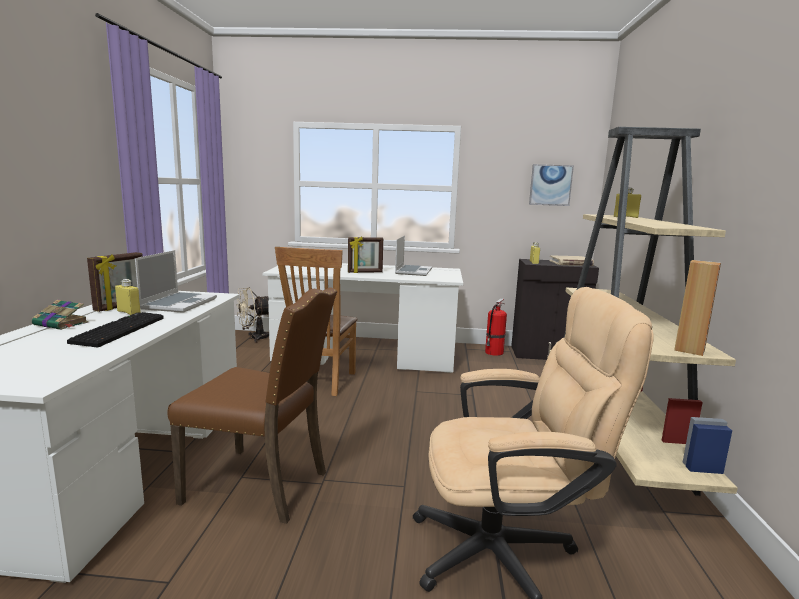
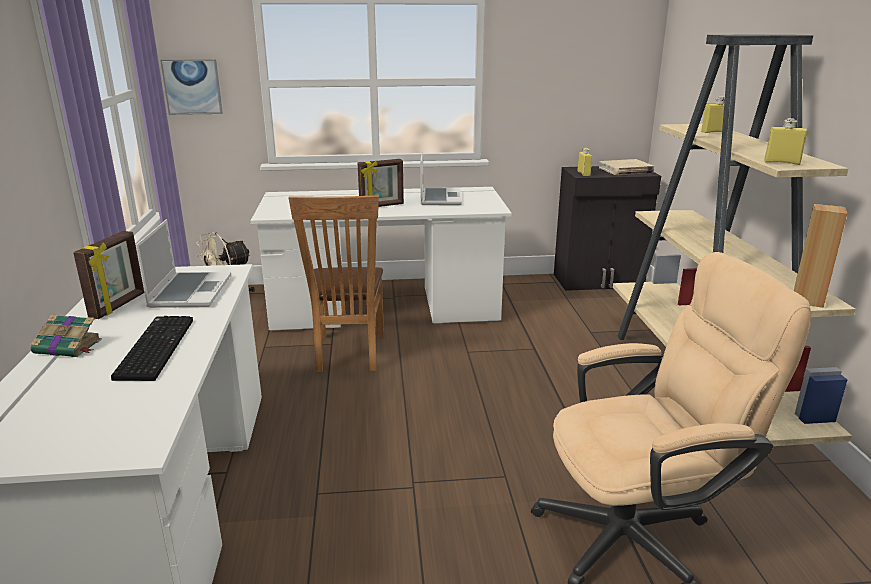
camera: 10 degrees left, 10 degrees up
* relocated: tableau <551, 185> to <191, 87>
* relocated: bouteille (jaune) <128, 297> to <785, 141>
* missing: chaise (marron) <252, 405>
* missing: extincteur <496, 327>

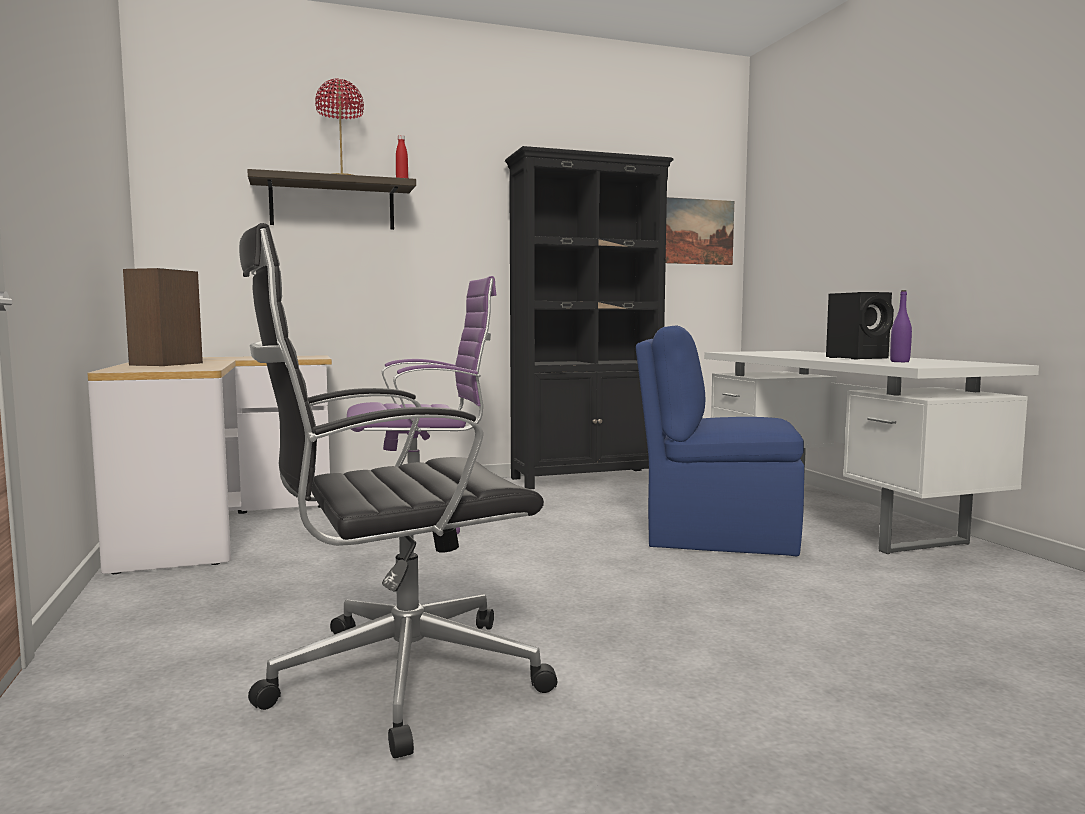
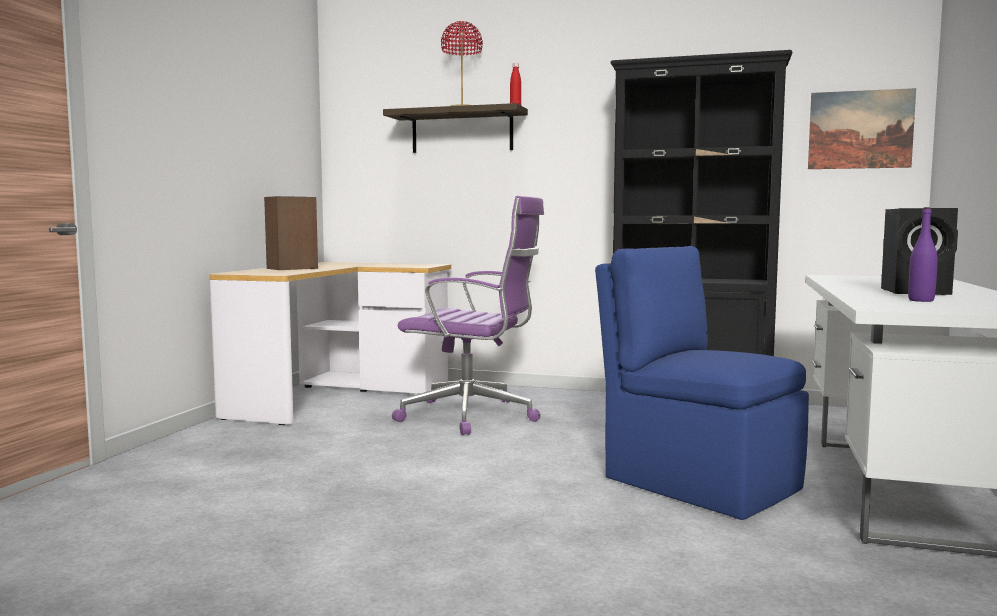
camera: 35 degrees right, 0 degrees up
* missing: chaise de bureau (noir) <398, 490>

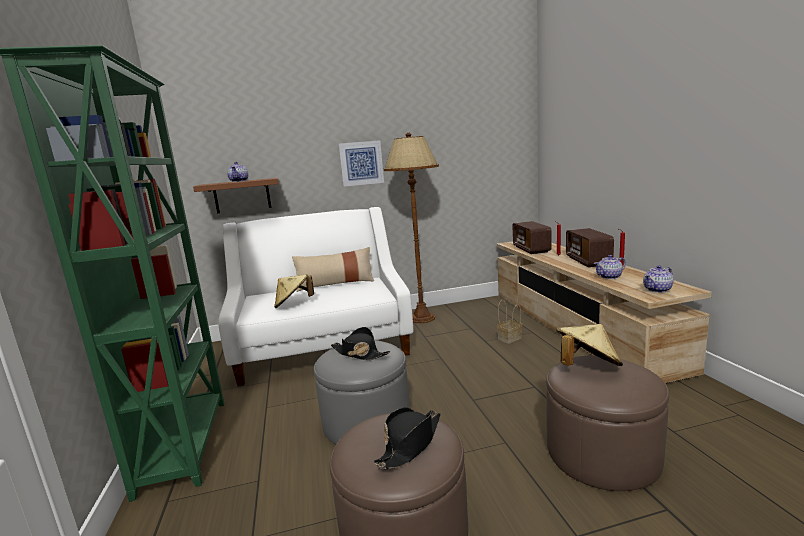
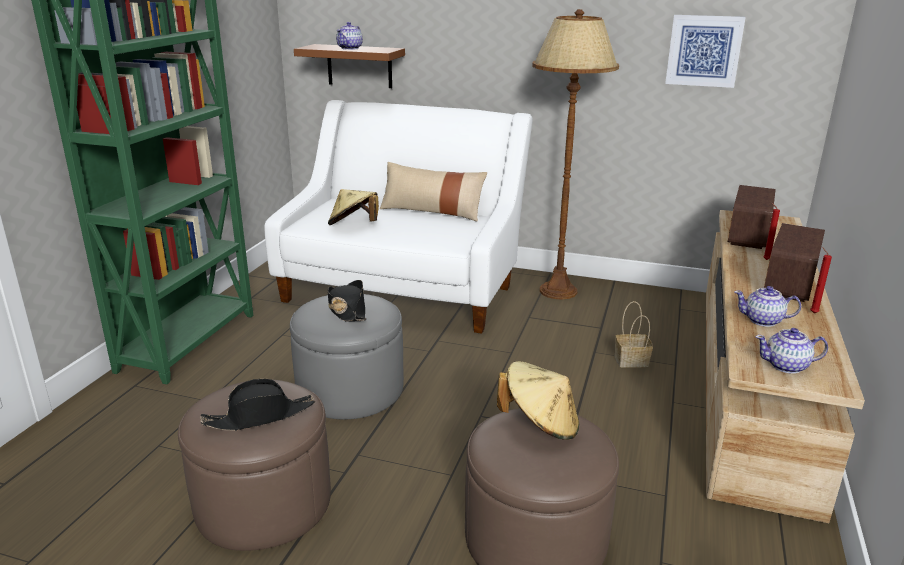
camera: 30 degrees right, 10 degrees up
* relocated: tableau <361, 163> to <705, 51>

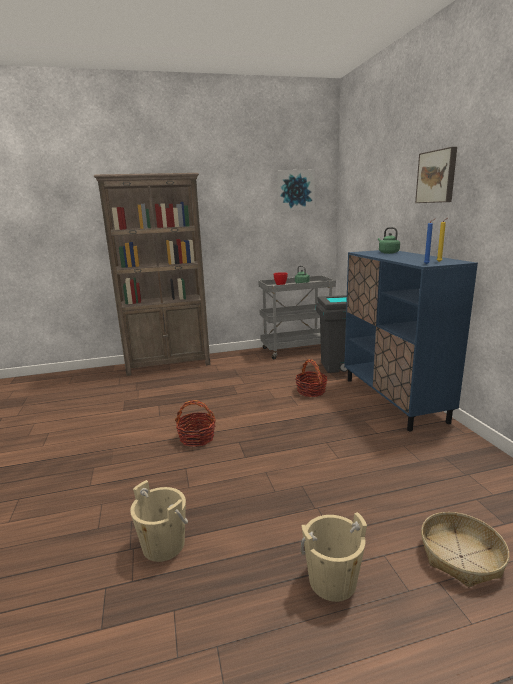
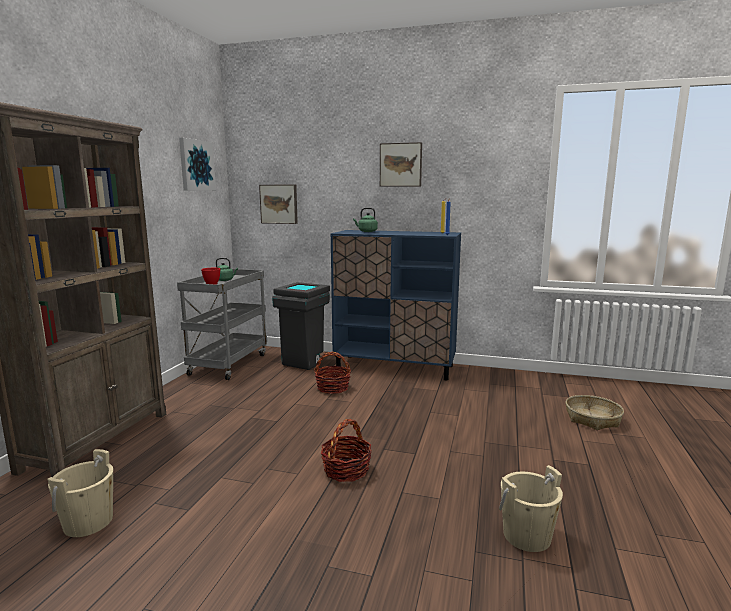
camera: 60 degrees left, 5 degrees down
* relocated: seau (beige) <334, 557> to <80, 493>
* appeared: tableau <278, 204>

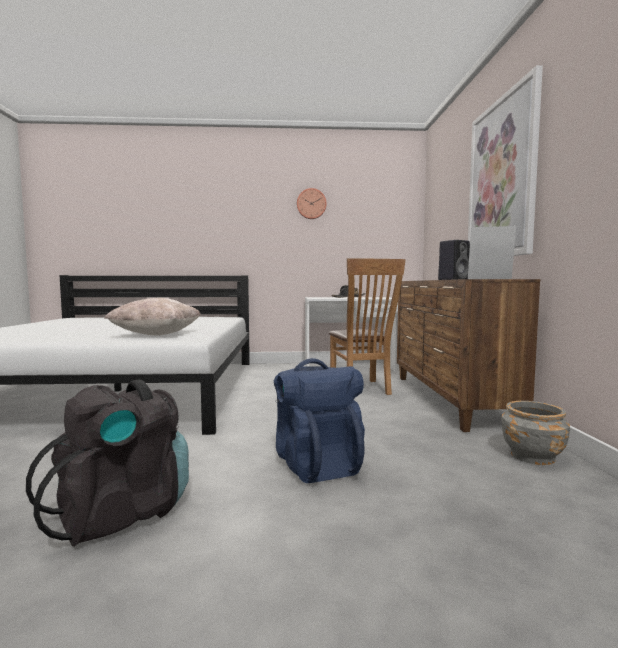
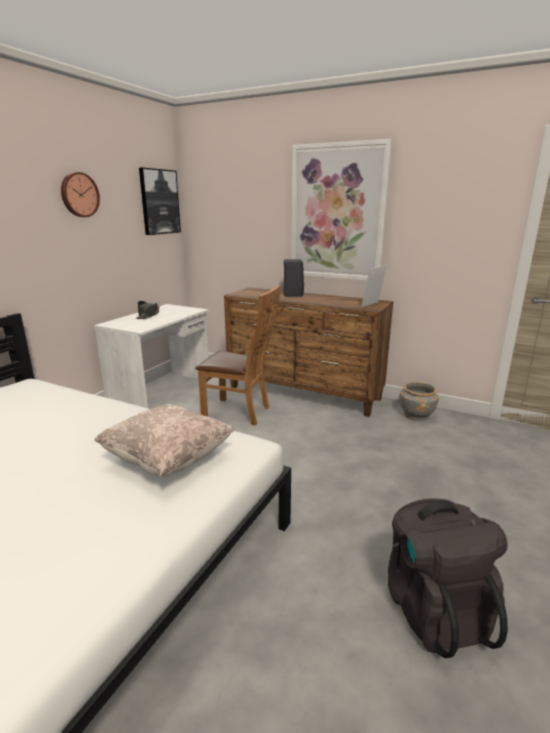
camera: 60 degrees left, 15 degrees up
* missing: sac à dos (bleu) <319, 420>
* appeared: tableau <160, 201>

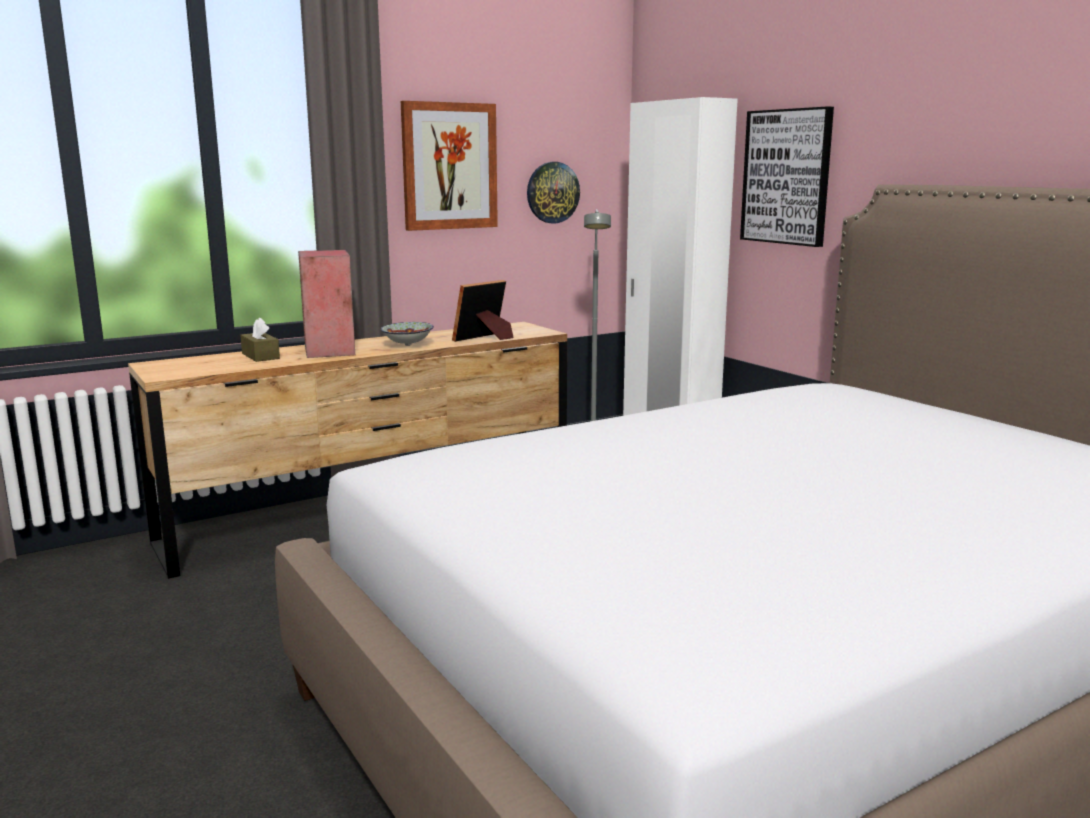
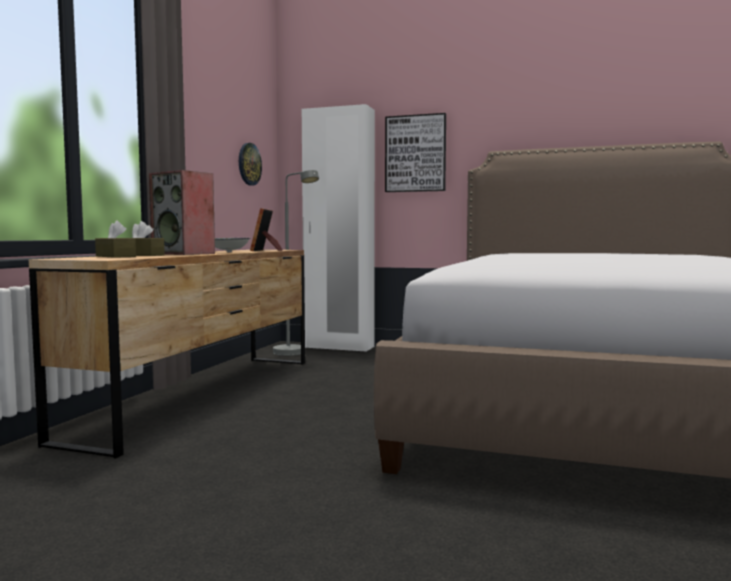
camera: 40 degrees left, 10 degrees down
* missing: tableau <449, 166>
* appeared: boîte à mouchoirs (marron) <115, 239>

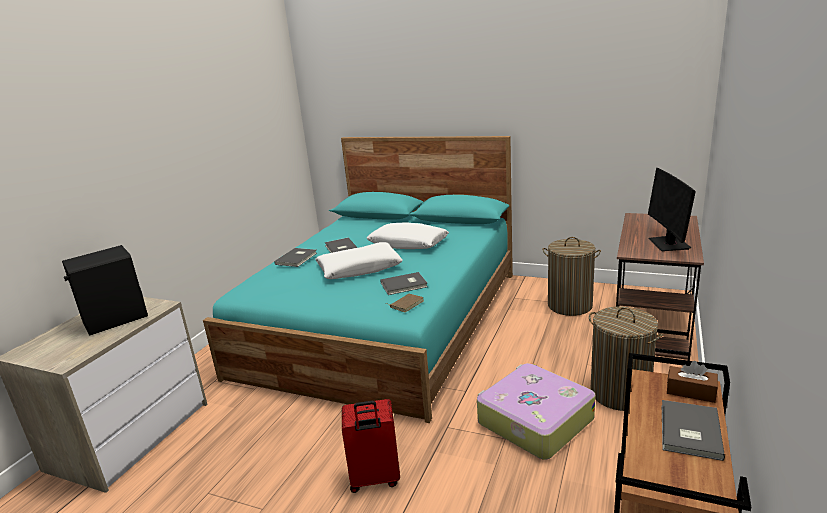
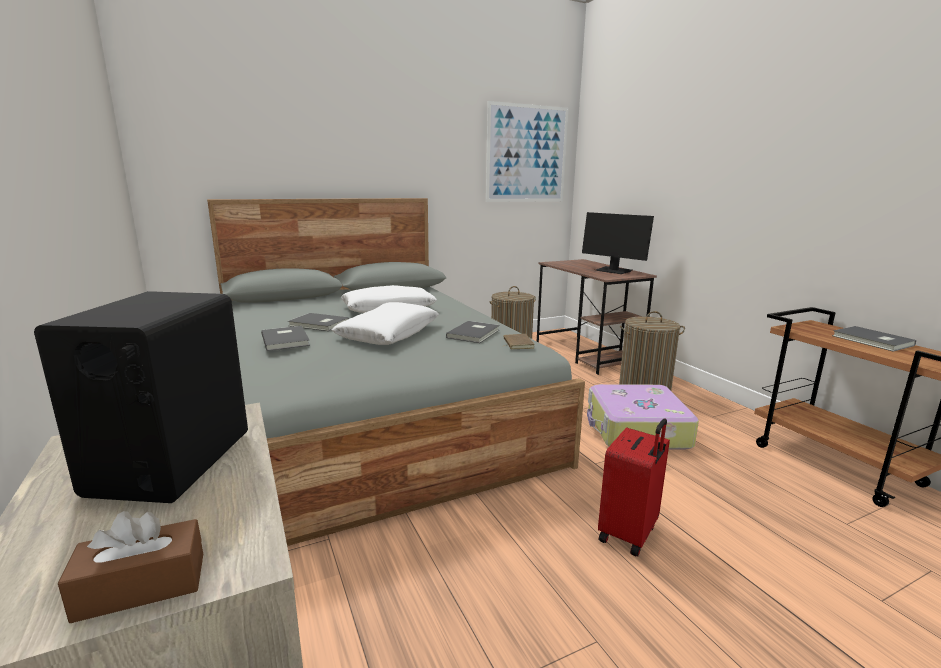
camera: 50 degrees left, 5 degrees down
* colour: lit (turquoise) <358, 279> to lit (gris) <396, 372>
* relocated: boîte à mouchoirs (marron) <692, 382> to <130, 567>
* appeared: tableau <527, 151>

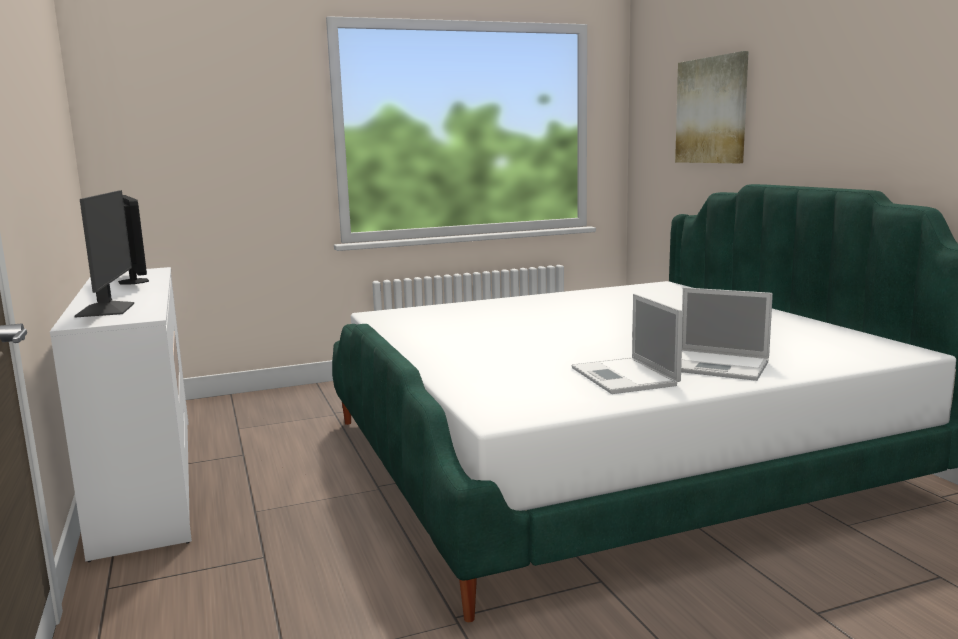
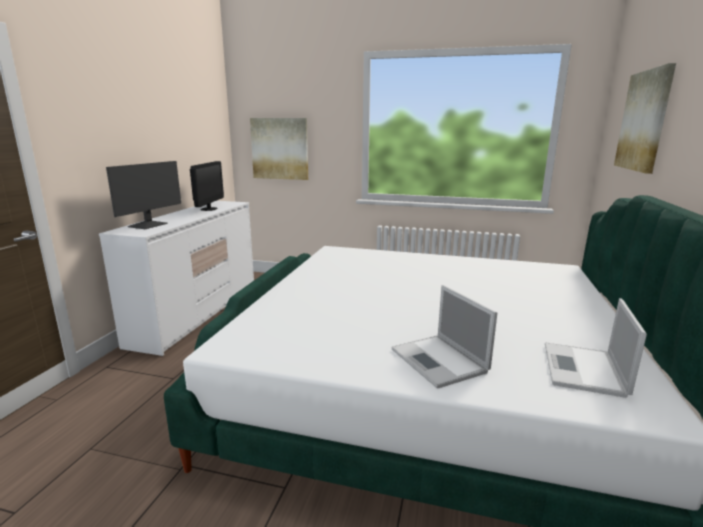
camera: 35 degrees right, 5 degrees up
* relocated: ordinateur portable <627, 344> to <596, 348>
* appeared: tableau <279, 149>

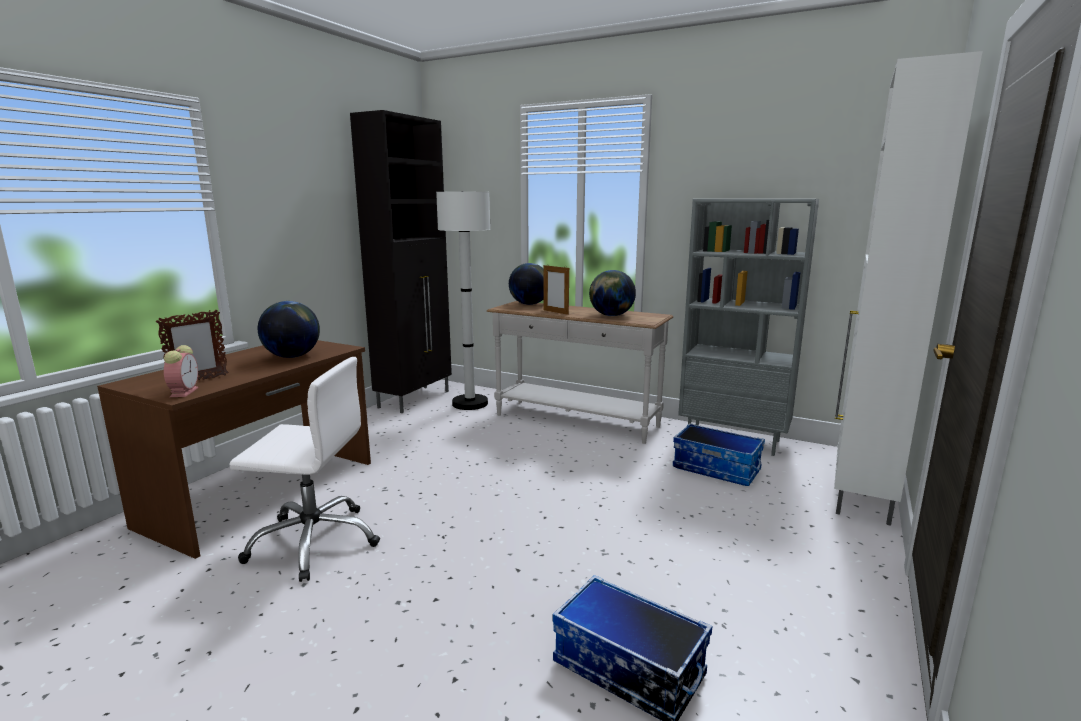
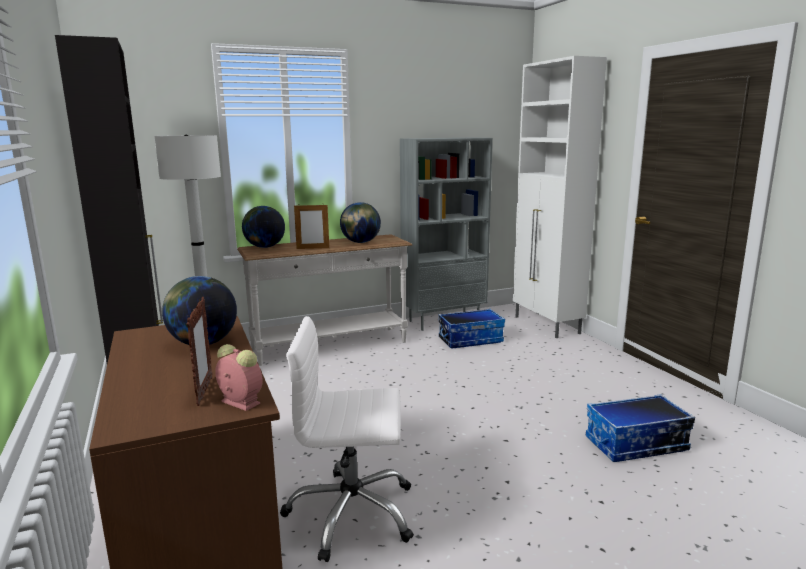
camera: 50 degrees left, 0 degrees up
* spun: chaise de bureau (blanc) <304, 469> = <347, 439> 135 degrees counterclockwise

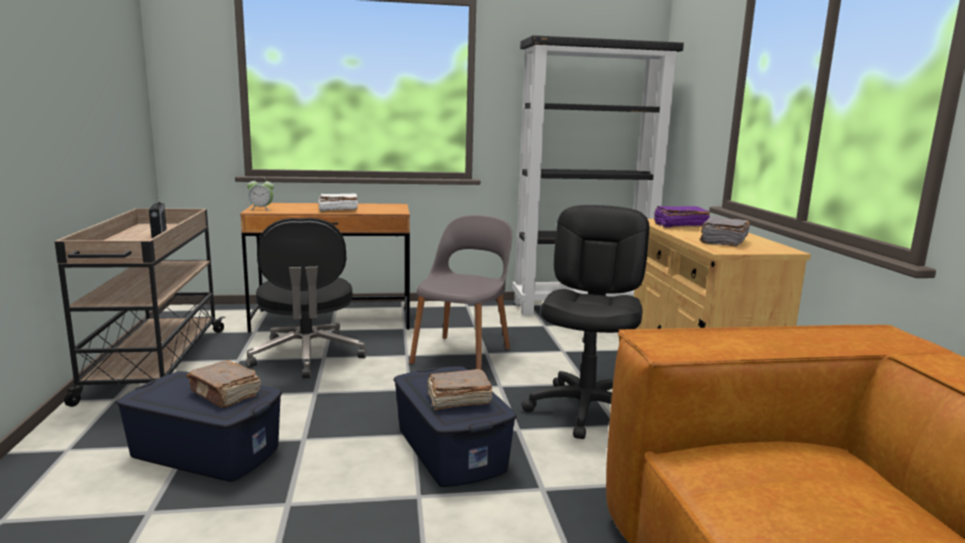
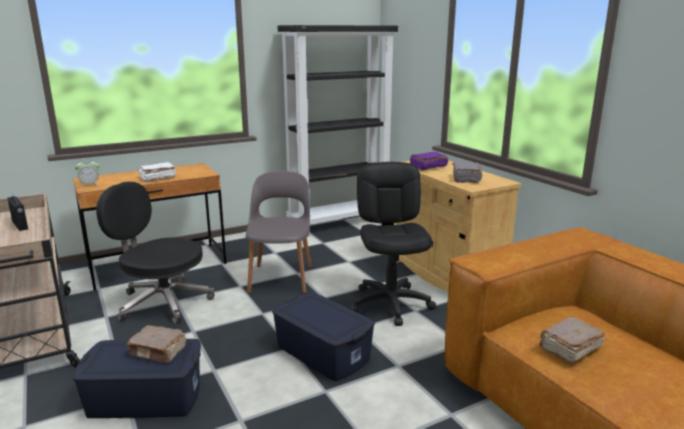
camera: 20 degrees left, 5 degrees up
* spun: chaise de bureau (noir) <306, 298> = <155, 253> 150 degrees clockwise
* relocated: livre (marron) <459, 389> to <572, 340>

